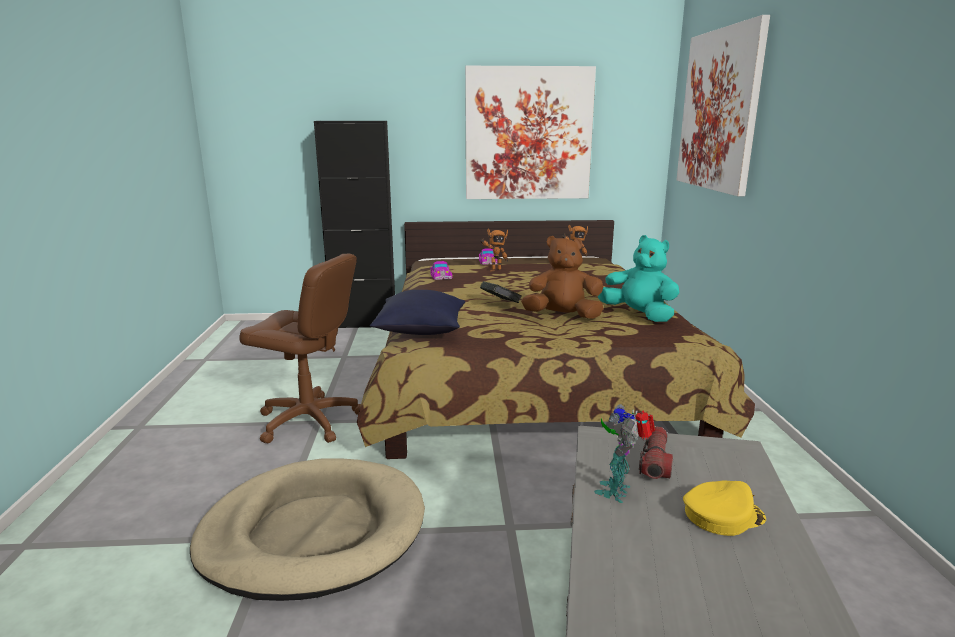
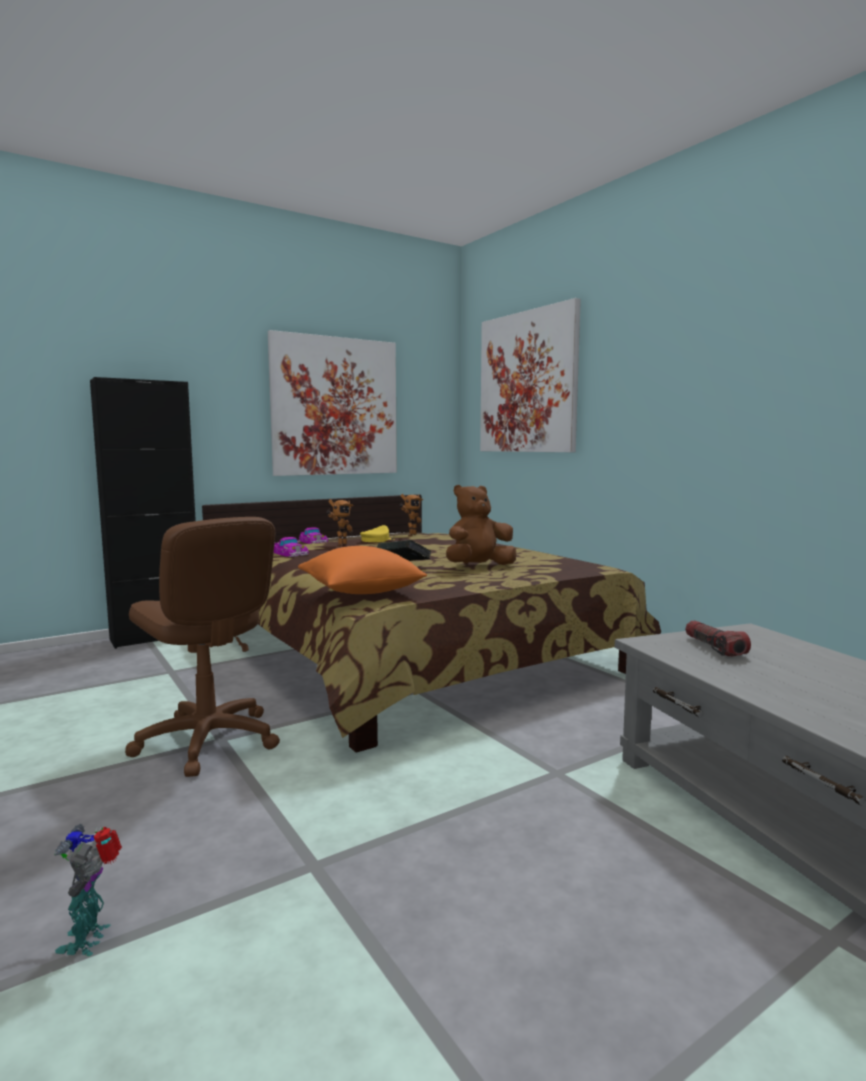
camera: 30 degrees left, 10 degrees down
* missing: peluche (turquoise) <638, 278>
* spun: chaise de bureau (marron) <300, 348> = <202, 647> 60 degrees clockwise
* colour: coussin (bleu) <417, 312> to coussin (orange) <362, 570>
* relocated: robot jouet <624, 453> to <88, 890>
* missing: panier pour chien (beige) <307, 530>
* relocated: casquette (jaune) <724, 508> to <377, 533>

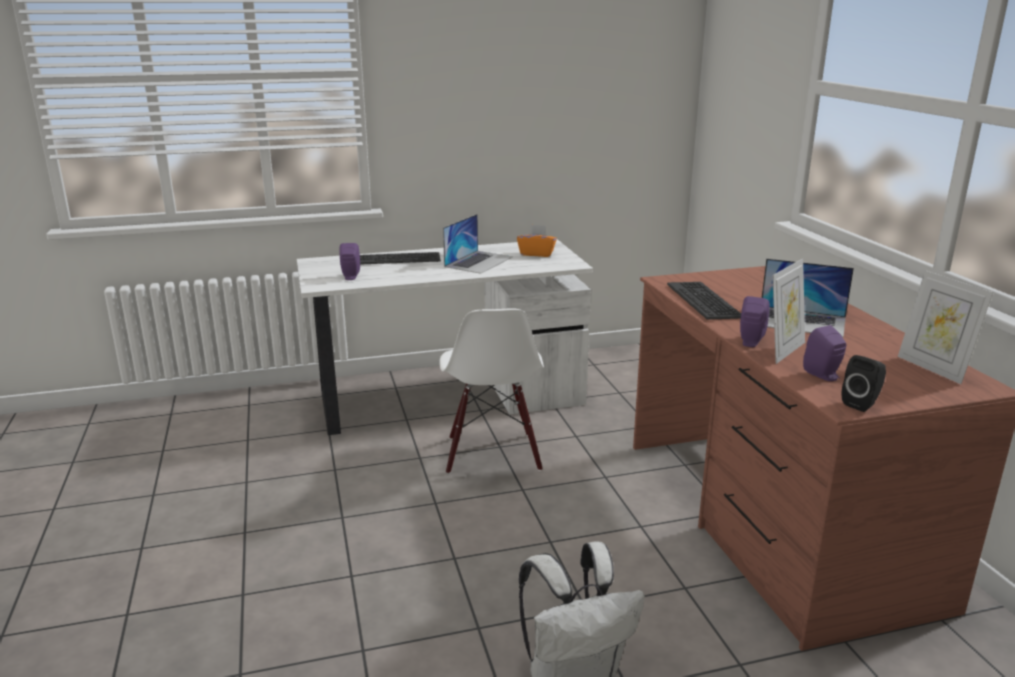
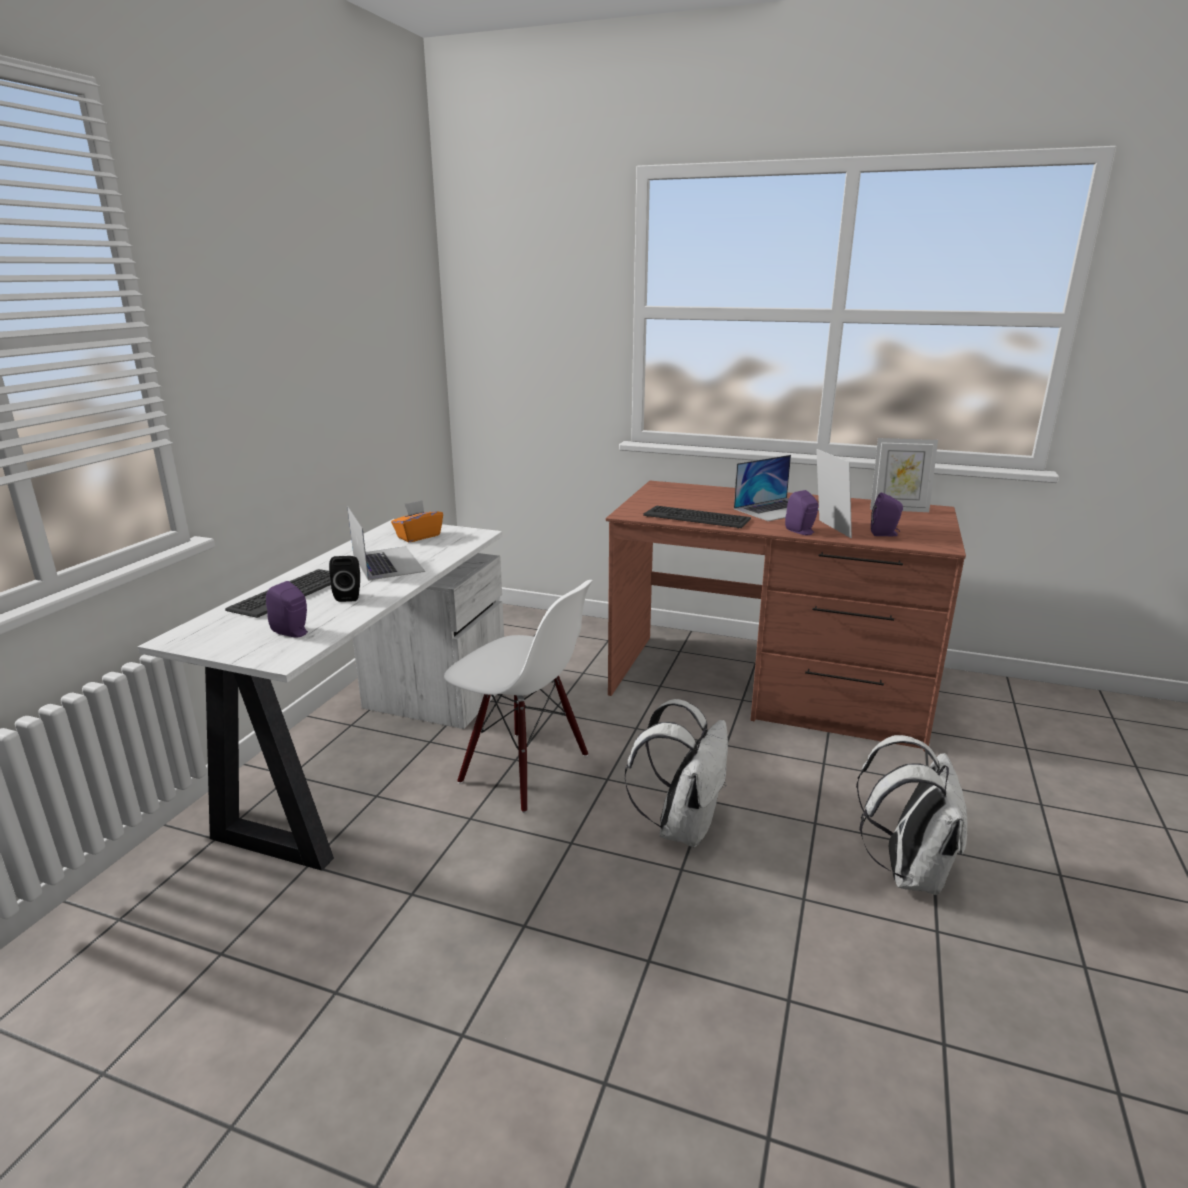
camera: 55 degrees left, 0 degrees up
* relocated: enceinte (noir) <864, 383> to <344, 579>
* appeared: sac à dos (blanc) <676, 773>

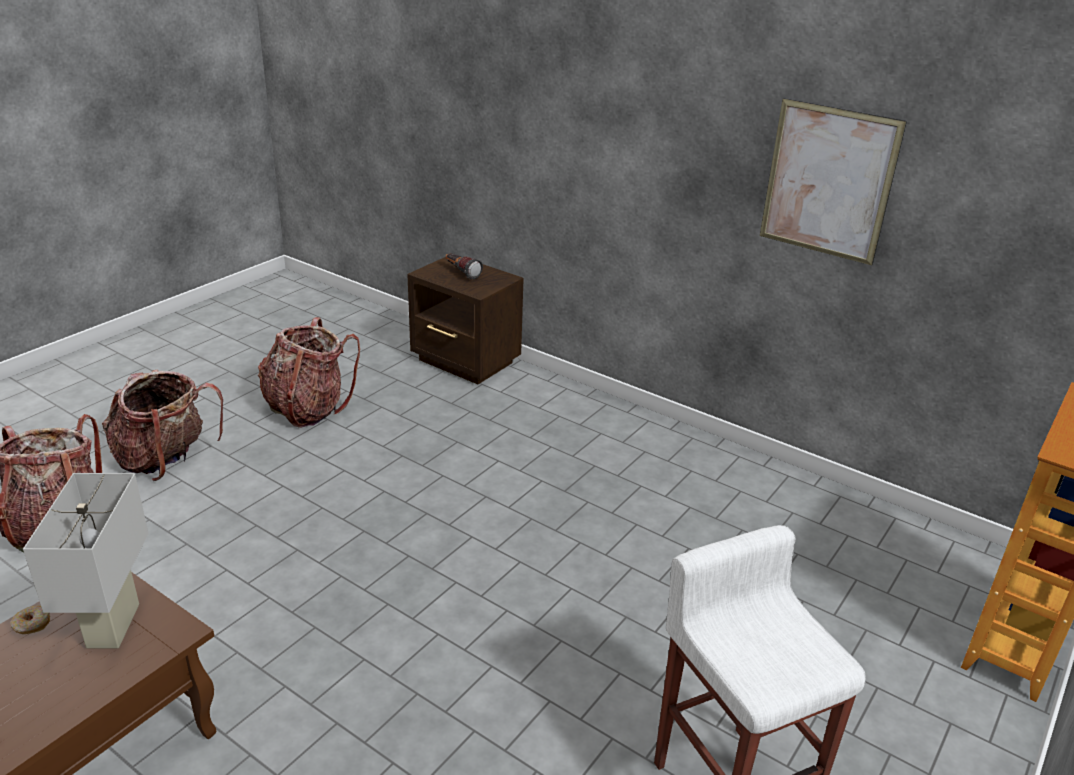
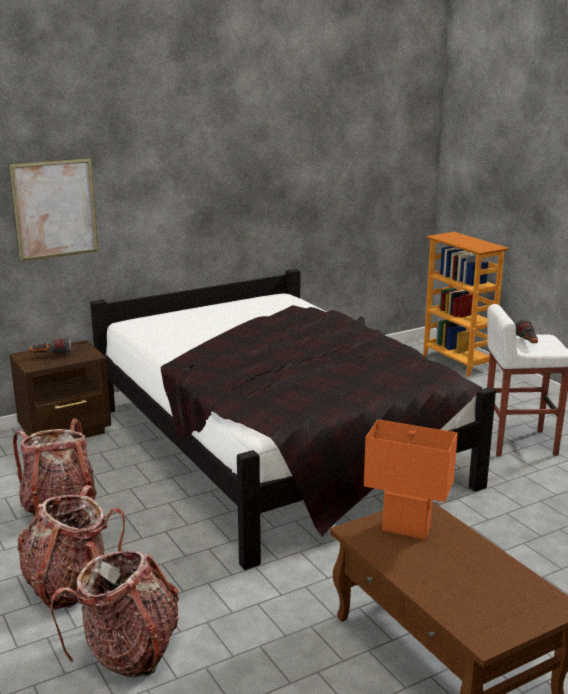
camera: 65 degrees left, 10 degrees down
* relocated: tableau <833, 181> to <54, 210>
* colour: lampe de table (blanc) <86, 560> to lampe de table (orange) <411, 479>
* missing: beignet <30, 619>
* appeared: lit (noir) <293, 419>
* appeared: lampe de poche <526, 331>

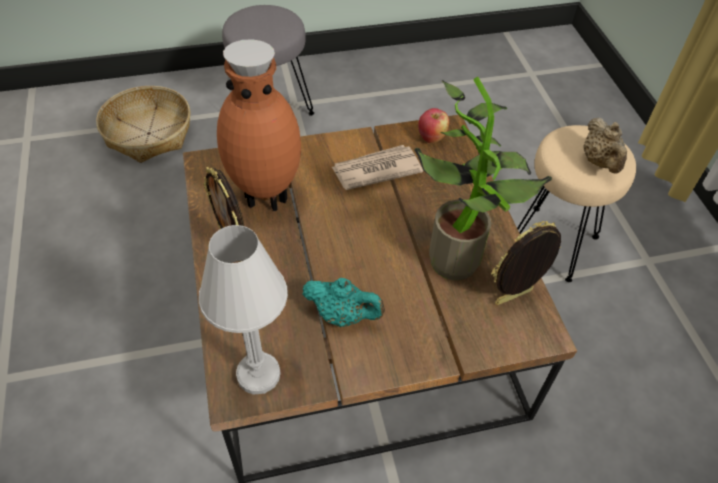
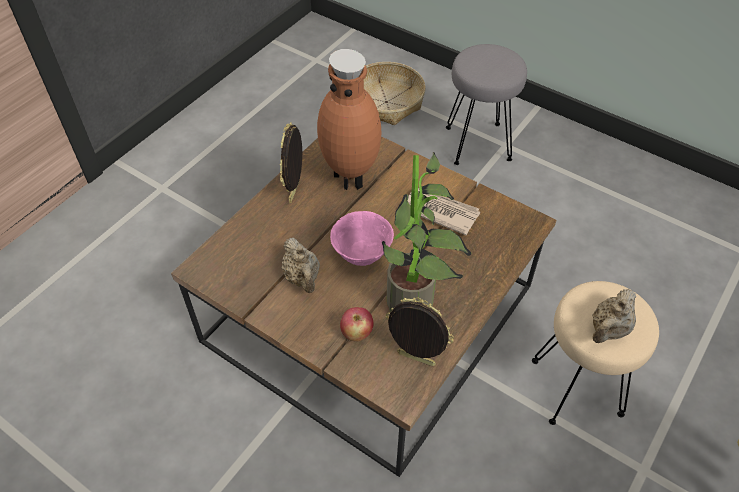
camera: 50 degrees right, 0 degrees up
* relocated: pomme <433, 125> to <357, 324>
* missing: lampe de table (blanc) <243, 310>
* colour: théière (turquoise) <343, 302> to théière (beige) <301, 265>
* appeared: bol (rose) <362, 238>

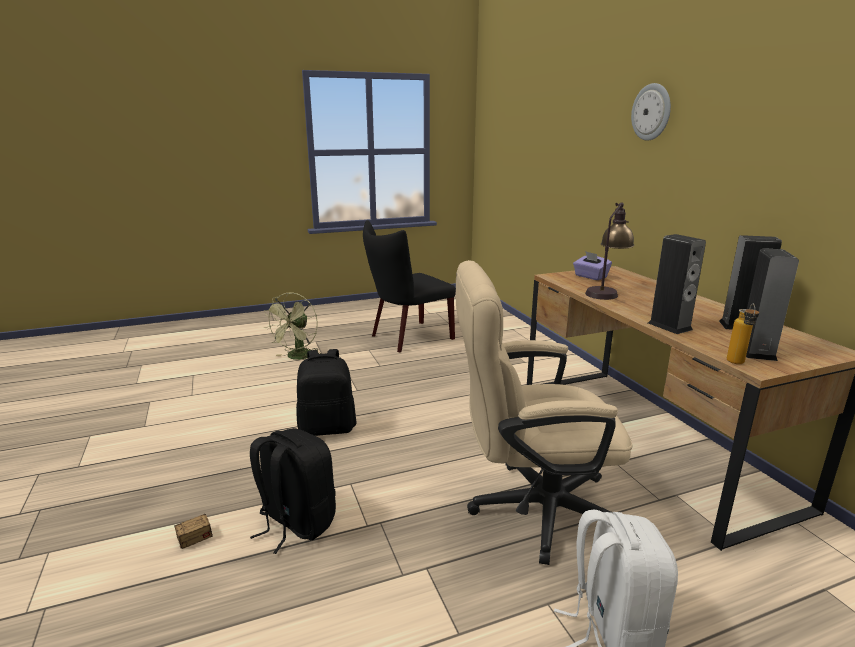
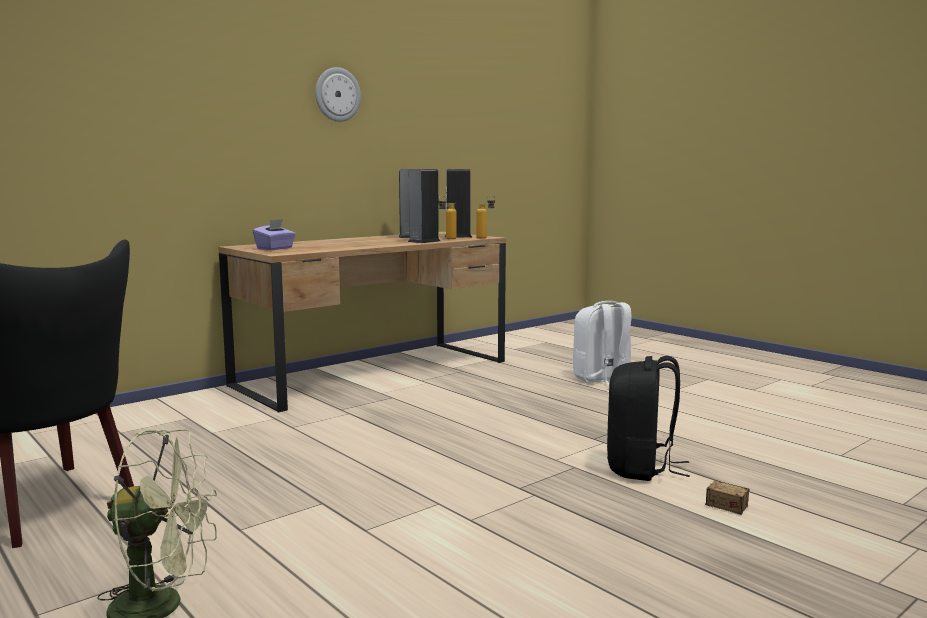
camera: 110 degrees left, 10 degrees down
* relocated: horloge murale <651, 112> to <338, 94>
* missing: lampe de table <609, 251>
* missing: chaise de bureau (beige) <544, 412>
* missing: sac à dos (noir) <326, 392>
* appeared: bouteille <447, 217>

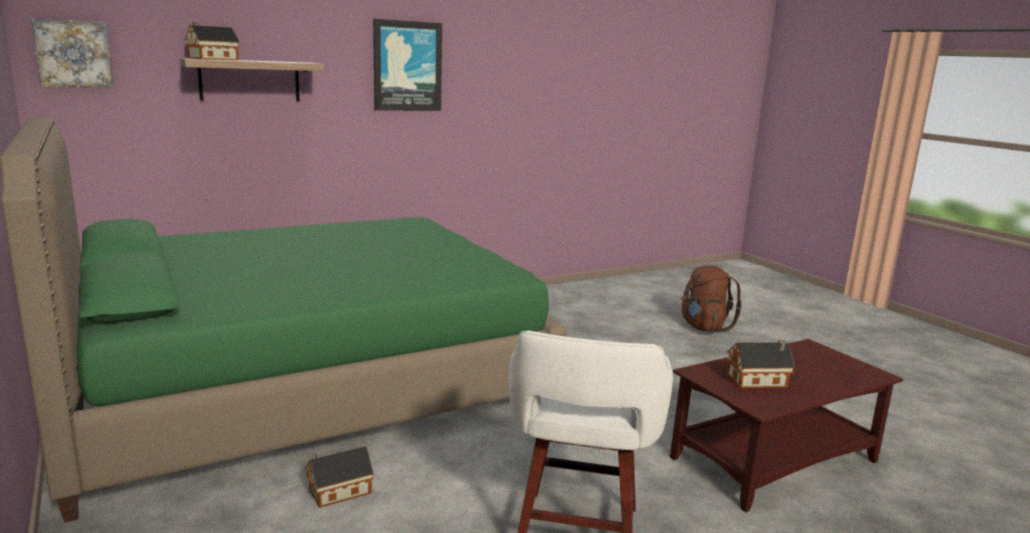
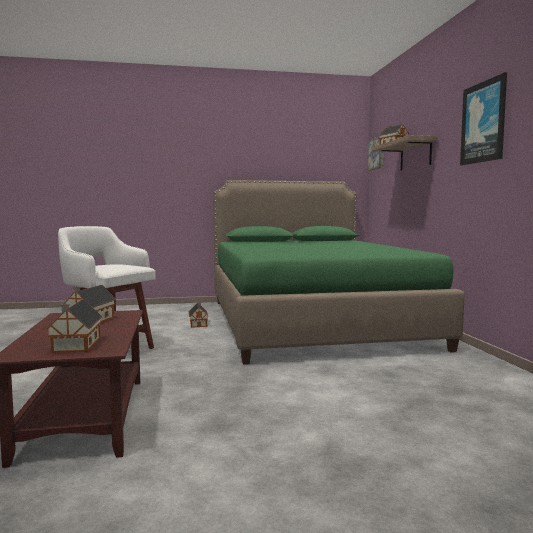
camera: 110 degrees right, 10 degrees down
* missing: sac à dos (marron) <711, 298>
* appeared: maison miniature <74, 326>

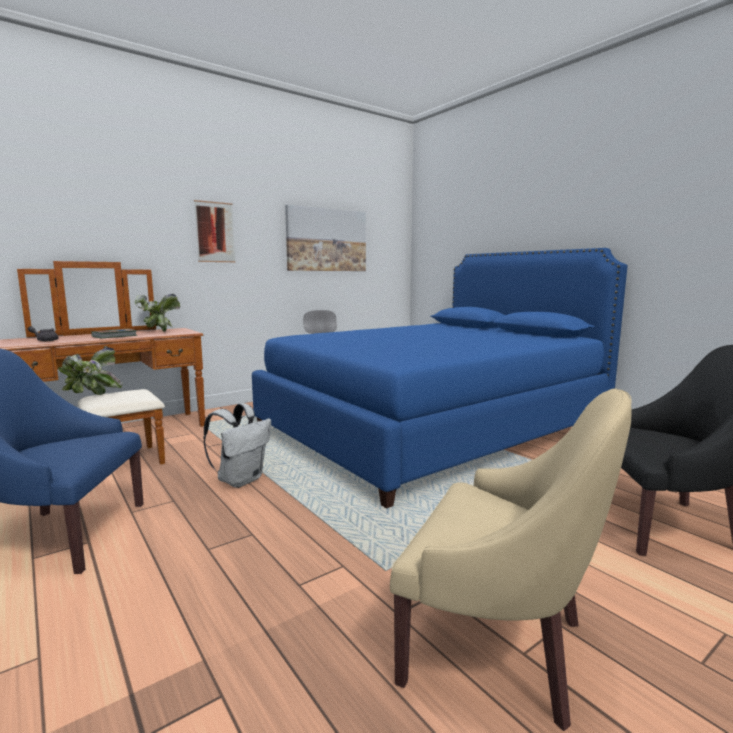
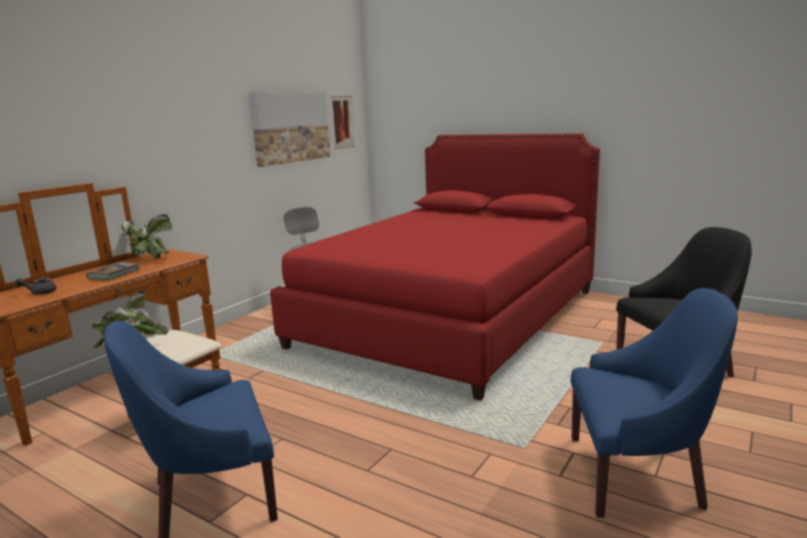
camera: 20 degrees left, 5 degrees up
* relocated: tableau <214, 231> to <343, 122>
* colour: lit (bleu) <440, 378> to lit (rouge) <435, 267>
* colour: fauteuil (beige) <511, 559> to fauteuil (bleu) <654, 403>
* missing: sac à dos (blanc) <237, 445>

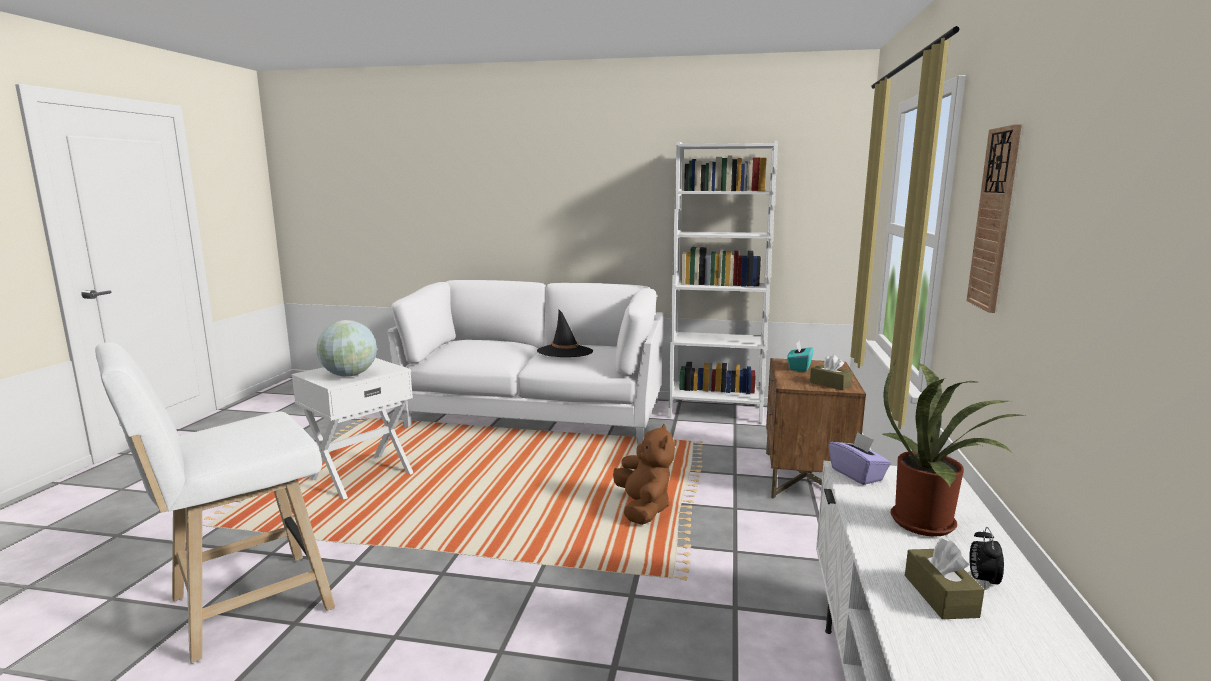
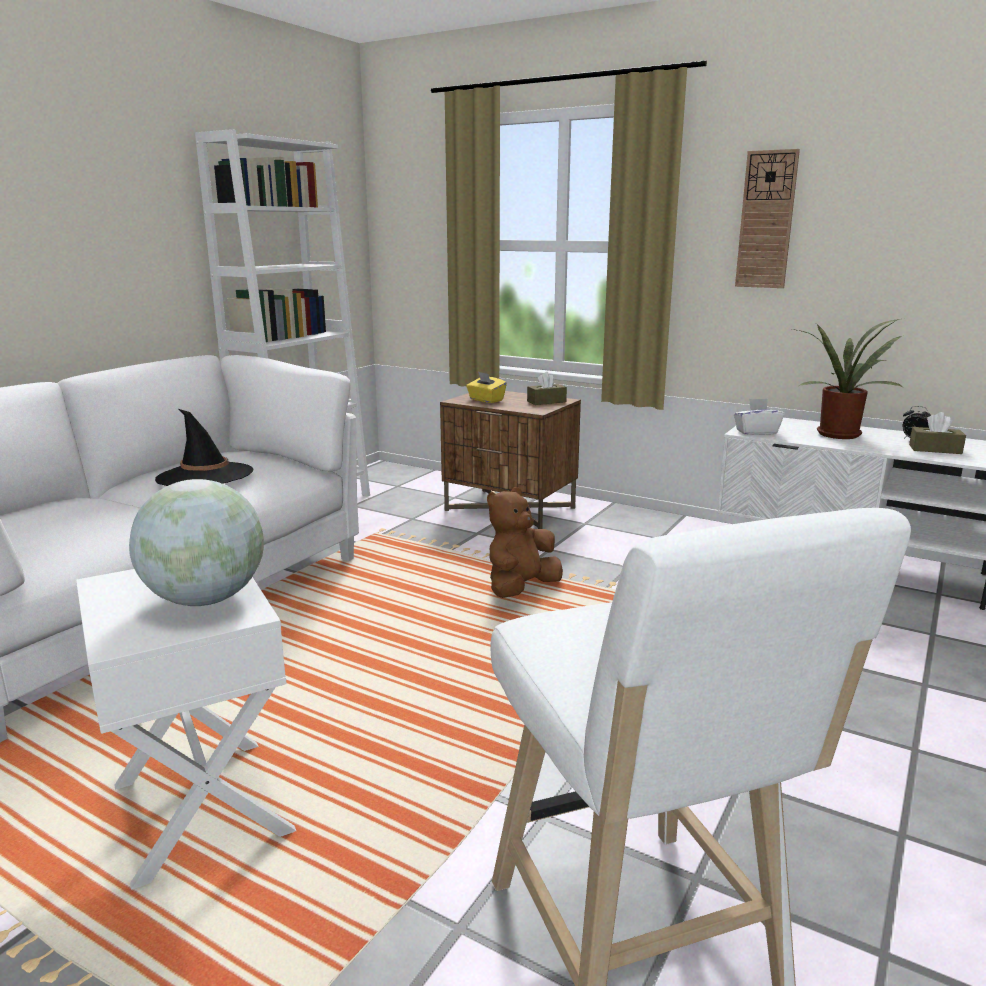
camera: 70 degrees left, 5 degrees up
* colour: boîte à mouchoirs (turquoise) <800, 356> to boîte à mouchoirs (jaune) <486, 387>
* spun: peluche (marron) <643, 474> = <525, 542> 60 degrees counterclockwise
* colour: boîte à mouchoirs (violet) <860, 458> to boîte à mouchoirs (blanc) <759, 417>

